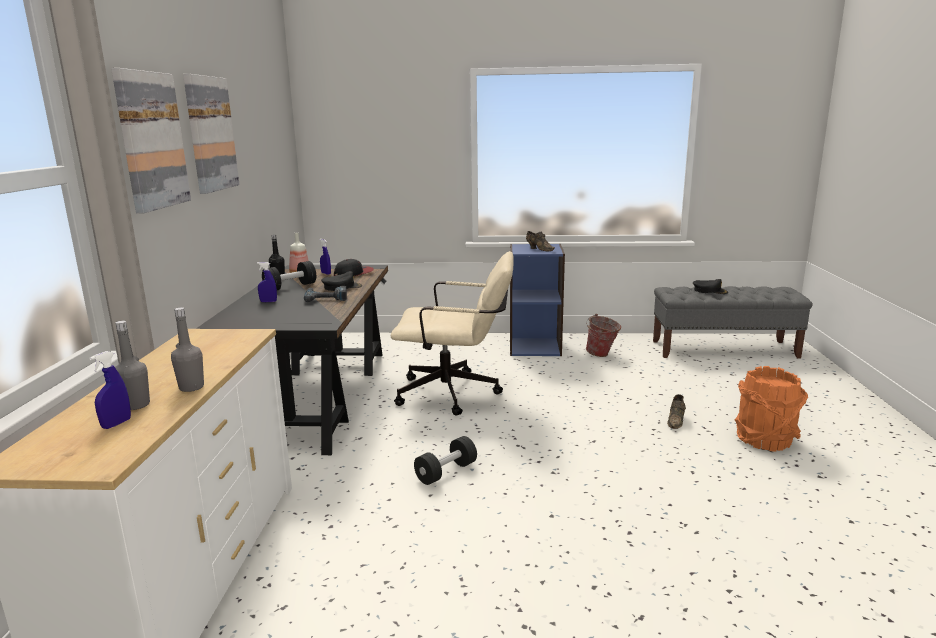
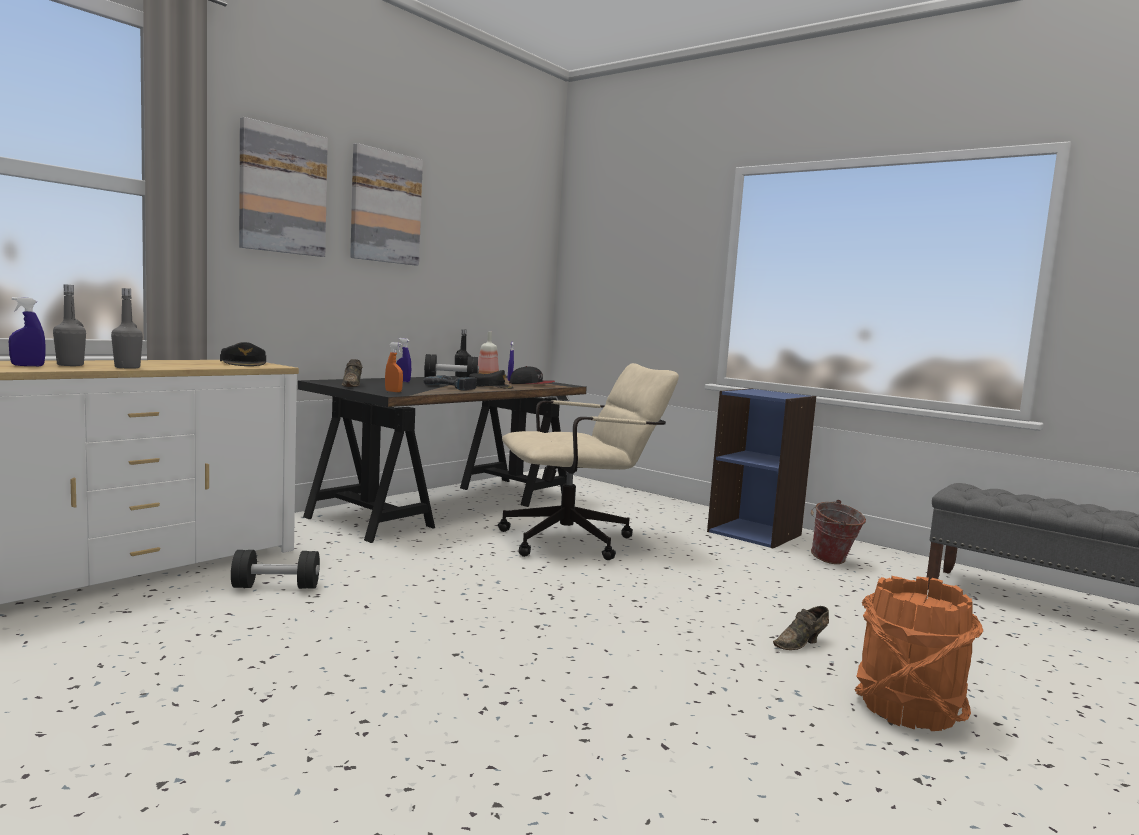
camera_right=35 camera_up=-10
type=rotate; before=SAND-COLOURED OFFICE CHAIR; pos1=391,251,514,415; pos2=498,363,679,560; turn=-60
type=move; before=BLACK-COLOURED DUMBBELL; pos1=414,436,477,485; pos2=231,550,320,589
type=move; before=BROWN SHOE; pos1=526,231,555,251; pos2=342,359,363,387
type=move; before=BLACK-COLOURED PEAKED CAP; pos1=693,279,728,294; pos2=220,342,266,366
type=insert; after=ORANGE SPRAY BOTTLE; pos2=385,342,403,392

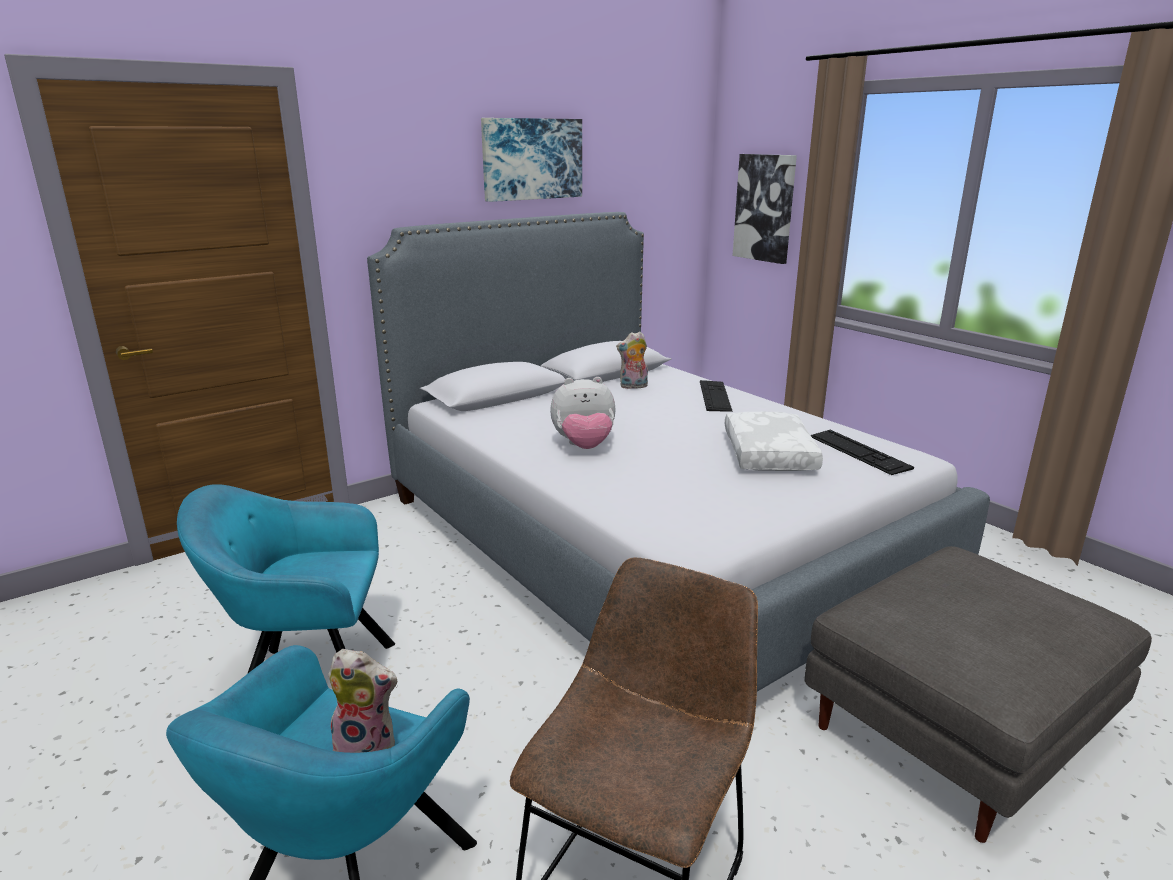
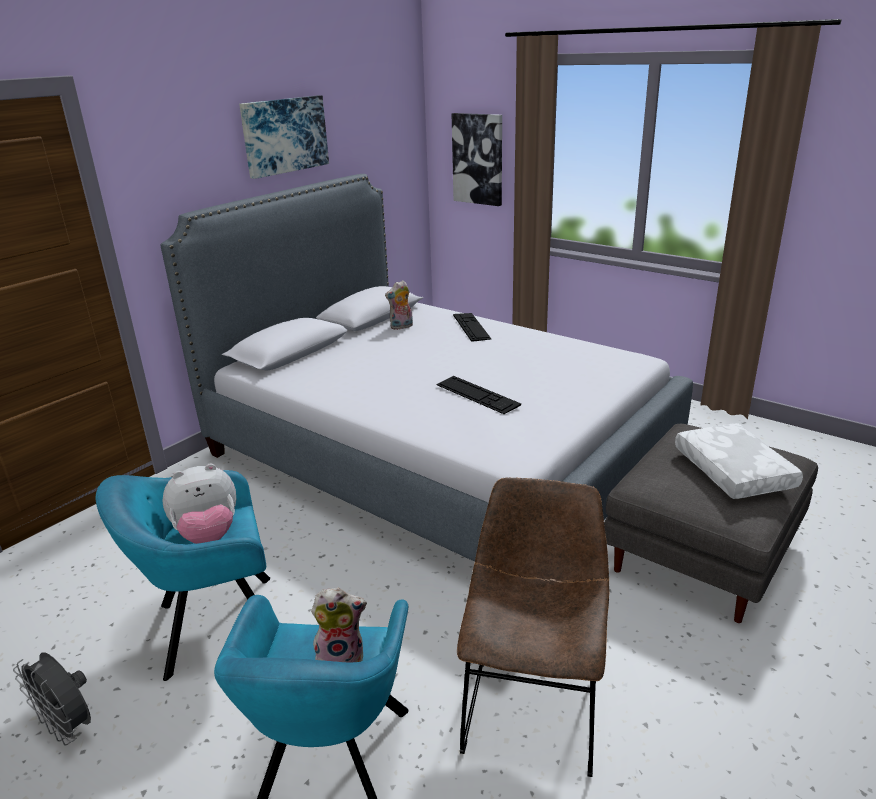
camera_right=-15 camera_up=5
type=move; before=SOFT TOY; pos1=550,377,616,449; pos2=162,463,236,544
type=move; before=WHITE THROW PILLOW; pos1=725,412,823,471; pos2=675,423,803,499
type=move; before=COMPUTER KEYBOARD; pos1=811,430,914,475; pos2=437,376,521,414
type=insert; after=GRAY ELECTRIC FAN; pos2=13,652,91,746

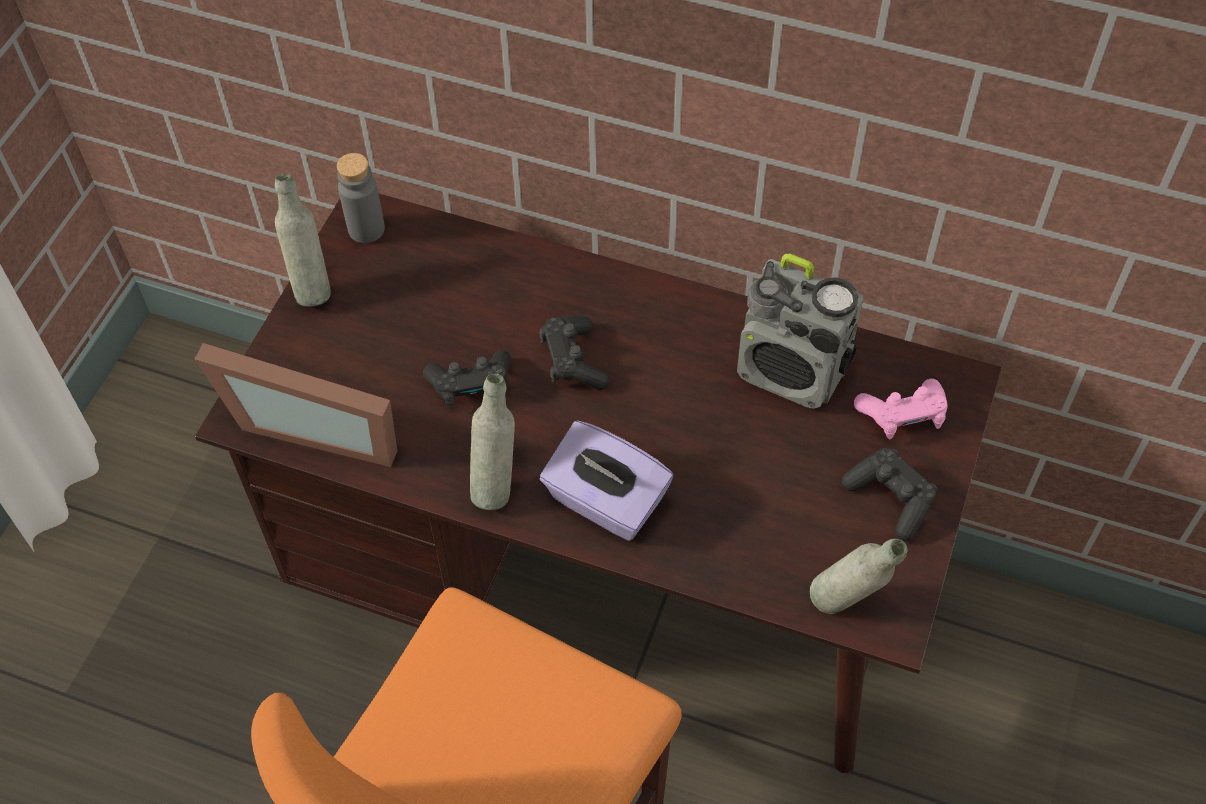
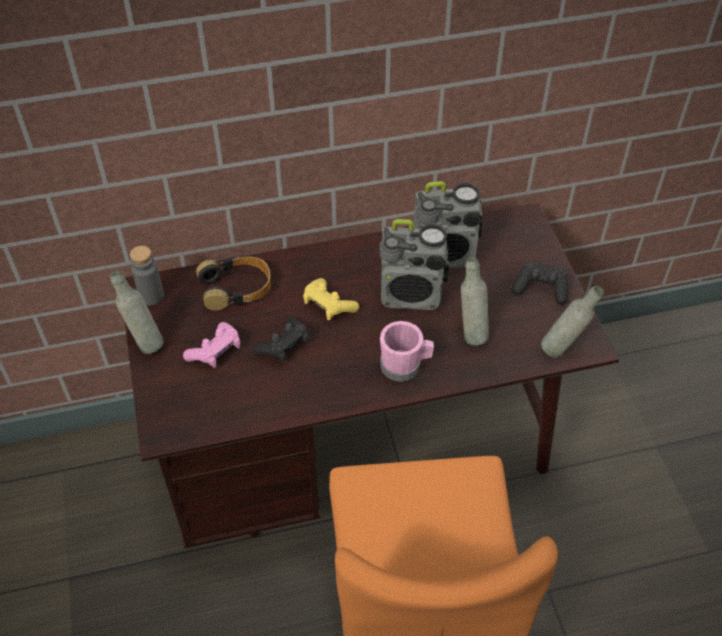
camera_right=-35 camera_up=-5
type=delete; before=PHOTO FRAME; pos1=195,343,397,467
type=move; before=GRAY BOTTLE; pos1=470,373,515,510; pos2=461,257,489,346
type=recolor; before=BLACK-COLOURED GAMEPAD; after=YELLOW-COLOURED GAMEPAD; pos1=539,316,609,390; pos2=303,278,359,320
type=replace; before=PURPLE BOX OF TISSUES; after=PINKISH TEA MUG; pos1=540,420,673,541; pos2=380,321,434,382
type=move; before=PINKISH GAMEPAD; pos1=854,379,948,439; pos2=183,322,240,368
type=insert; after=HEADPHONES; pos2=196,257,271,311
type=insert; after=RADIO; pos2=379,219,449,310

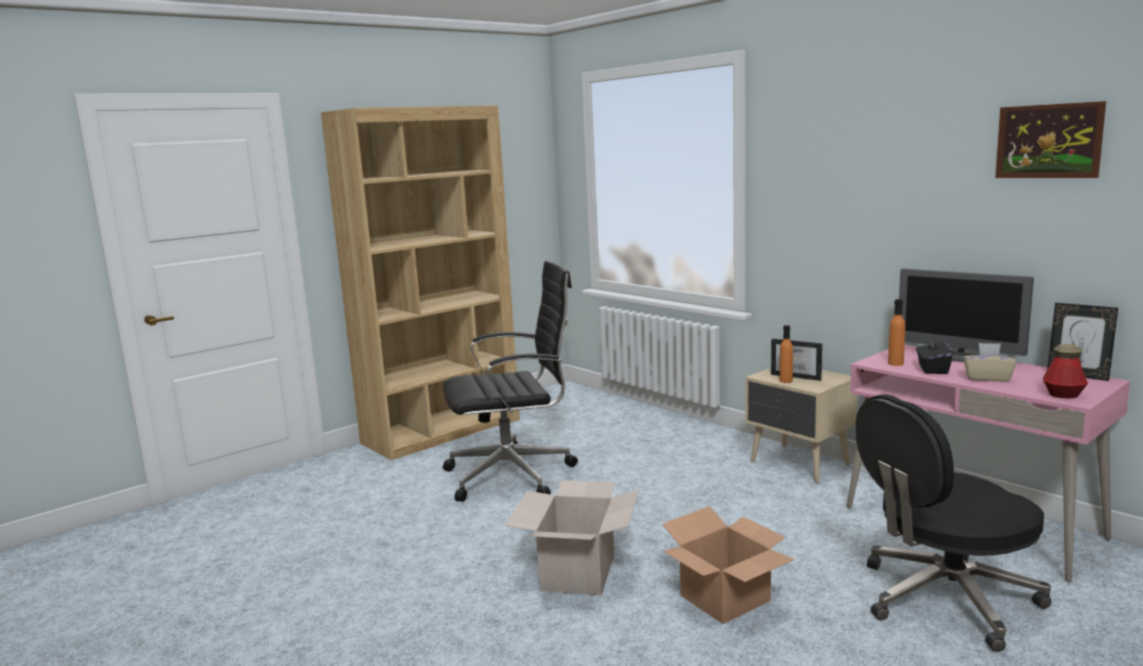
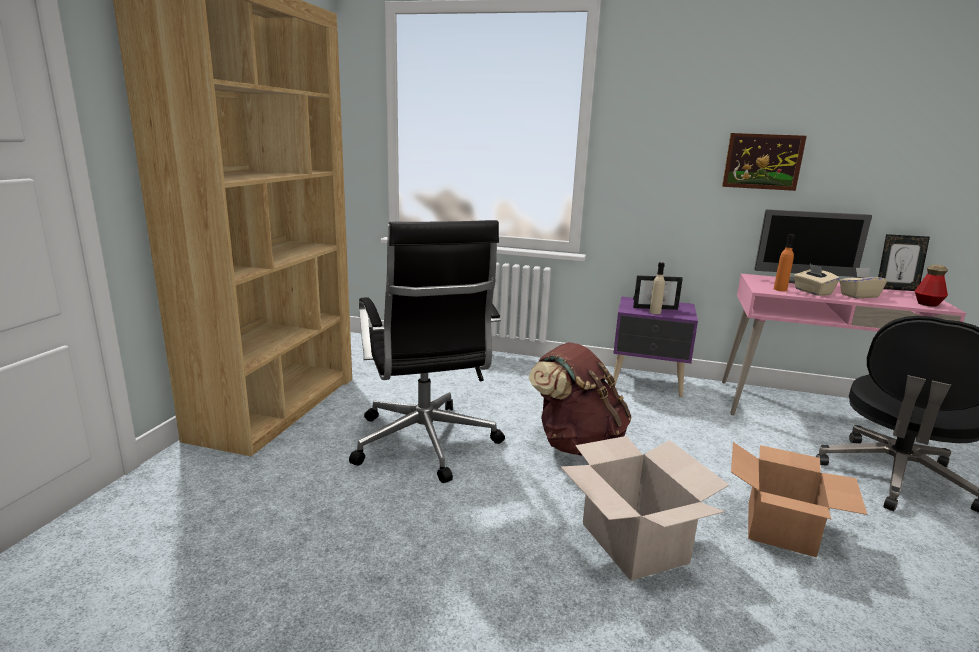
camera_right=-35 camera_up=5
type=rotate; before=BLACK-COLOURED OFFICE CHAIR; pos1=443,261,578,502; pos2=349,220,505,483; turn=120
type=recolor; before=SAND-COLOURED NIGHT TABLE; after=PURPLE NIGHT TABLE; pos1=745,368,857,483; pos2=613,297,698,397
type=recolor; before=ORANGE BOTTLE; after=SAND-COLOURED BOTTLE; pos1=780,325,793,383; pos2=649,262,665,314
type=recolor; before=BLACK-COLOURED BOX OF TISSUES; after=SAND-COLOURED BOX OF TISSUES; pos1=916,339,952,374; pos2=794,264,840,296
type=move; before=WALL PICTURE; pos1=995,101,1106,178; pos2=722,133,807,191
type=insert; after=BROWN KNAPSACK; pos2=529,342,631,456

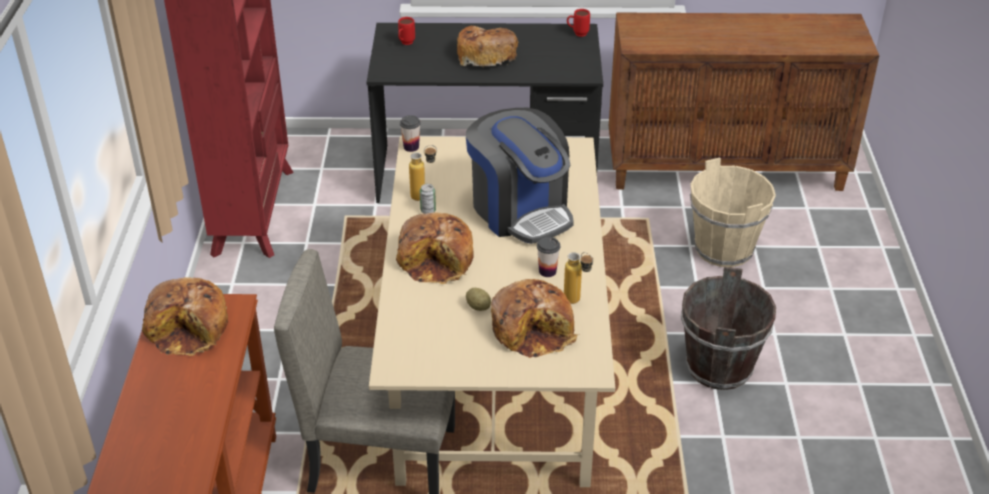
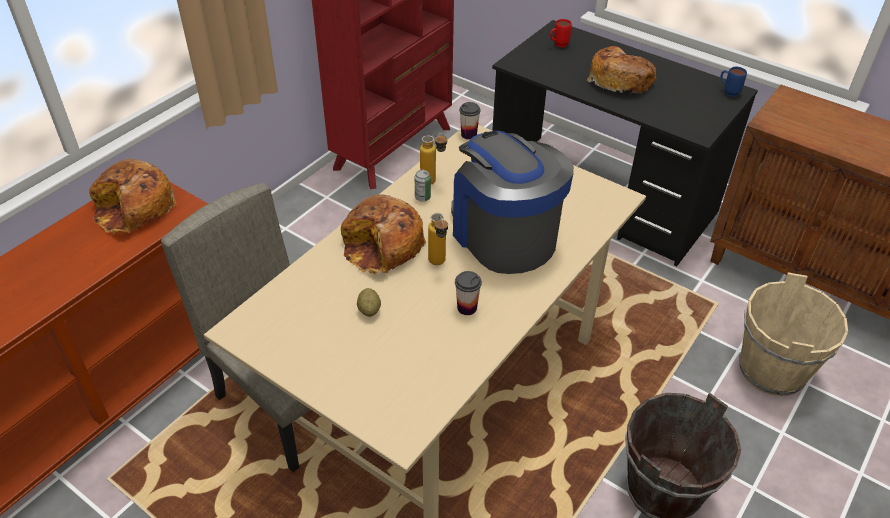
camera_right=35 camera_up=5
type=rotate; before=COFFEE MACHINE; pos1=466,108,574,244; pos2=451,131,574,274; turn=150
type=delete; before=BAKERY BREAD; pos1=491,279,578,358
type=move; before=BOTTLE; pos1=564,252,593,304; pos2=428,213,448,265
type=recolor; before=RED TEA MUG; after=BLUE TEA MUG; pos1=567,9,590,37; pos2=721,67,747,97

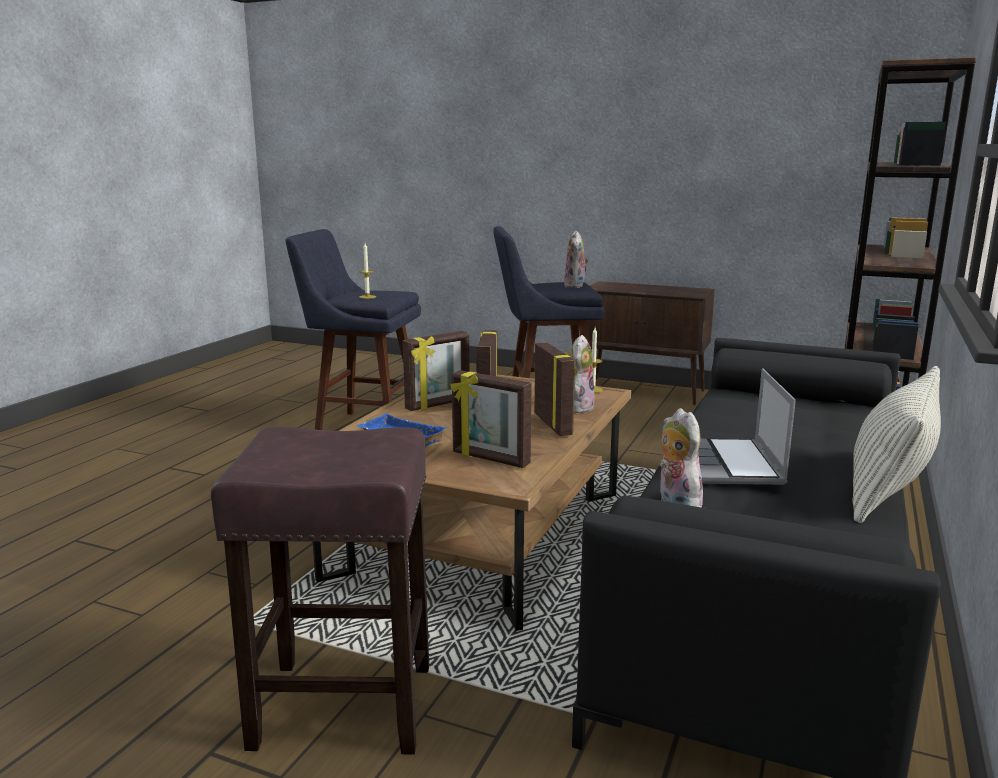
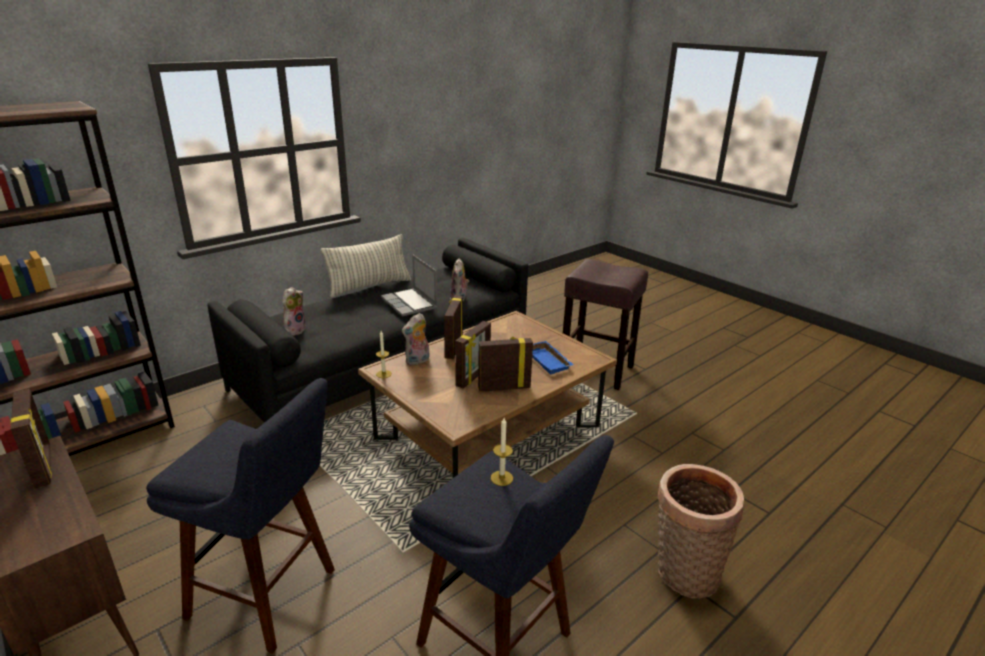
camera_right=-155 camera_up=10
type=move; before=PHOTO FRAME; pos1=450,370,532,468; pos2=11,389,52,489
type=move; before=SOFT TOY; pos1=564,231,589,288; pos2=282,287,306,336
type=rotate; before=NOTEBOOK COMPUTER; pos1=699,368,796,485; pos2=381,254,437,316; turn=120
type=insert; after=HOUSEHOLD BASKET; pos2=658,464,744,599

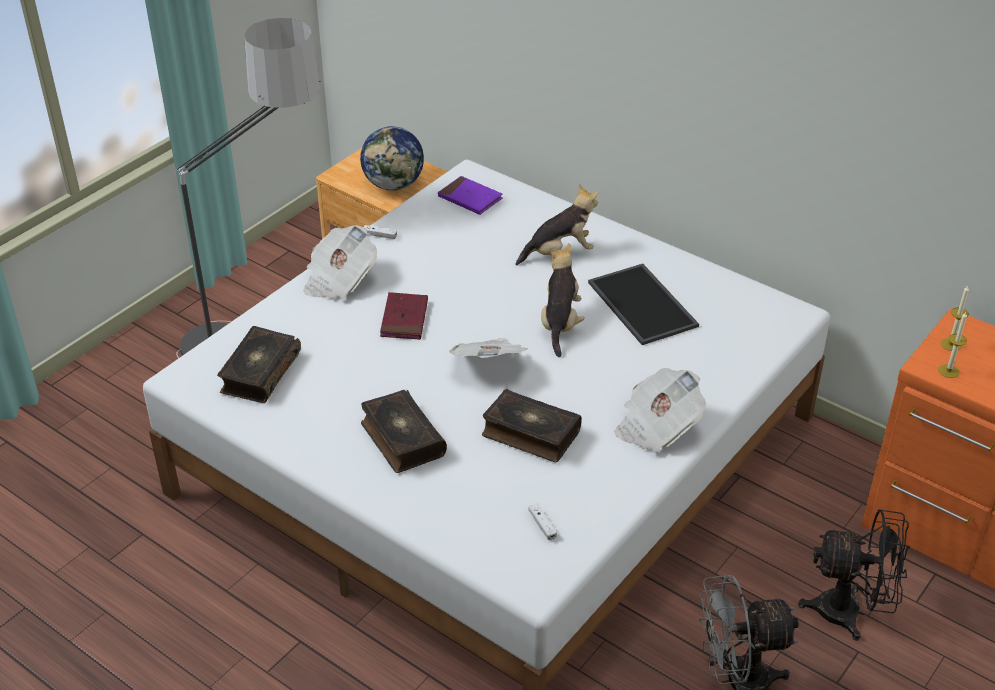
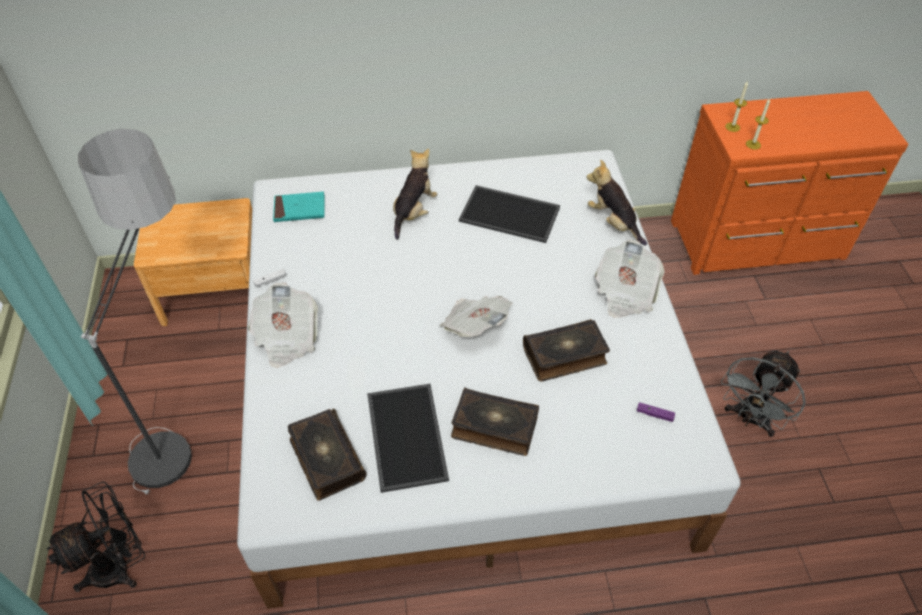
camera_right=-45 camera_up=10
type=delete; before=GLOBE; pos1=360,126,424,191
type=delete; before=RED VOLUME; pos1=380,292,428,340
type=recolor; before=PURPLE VOLUME; after=BLUE-GREEN VOLUME; pos1=438,176,503,215; pos2=273,192,325,222
type=recolor; before=WHITE GAMEPAD; after=PURPLE GAMEPAD; pos1=528,504,557,540; pos2=637,402,675,422
type=move; before=SOFT TOY; pos1=541,243,585,357; pos2=587,160,647,246
type=move; before=BLACK-COLOURED ELECTRIC FAN; pos1=798,509,910,641; pos2=47,481,145,592
type=insert; after=TRAY; pos2=367,384,449,493

